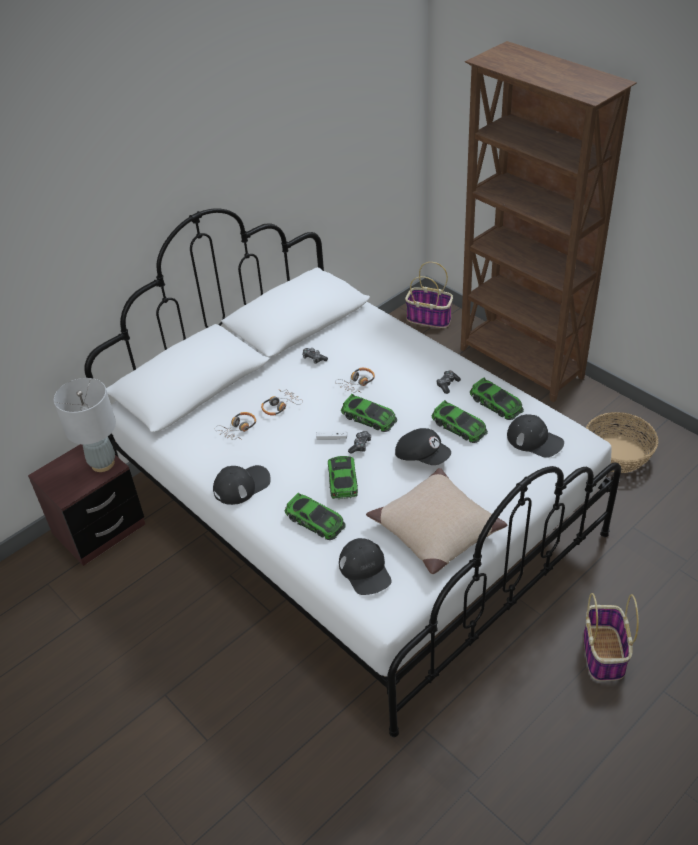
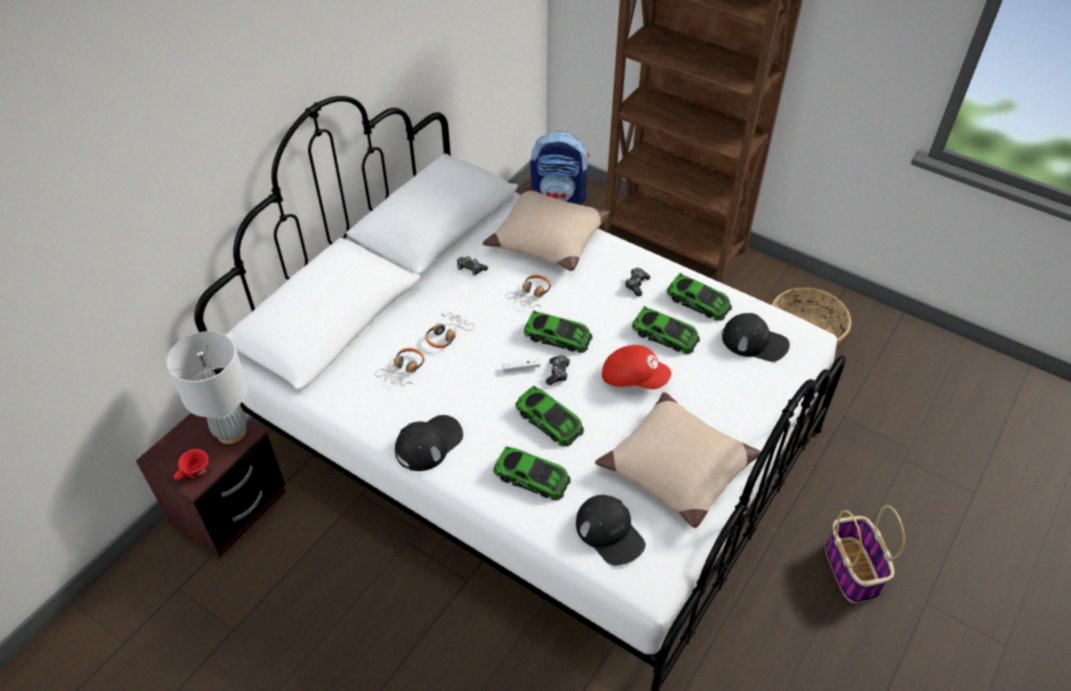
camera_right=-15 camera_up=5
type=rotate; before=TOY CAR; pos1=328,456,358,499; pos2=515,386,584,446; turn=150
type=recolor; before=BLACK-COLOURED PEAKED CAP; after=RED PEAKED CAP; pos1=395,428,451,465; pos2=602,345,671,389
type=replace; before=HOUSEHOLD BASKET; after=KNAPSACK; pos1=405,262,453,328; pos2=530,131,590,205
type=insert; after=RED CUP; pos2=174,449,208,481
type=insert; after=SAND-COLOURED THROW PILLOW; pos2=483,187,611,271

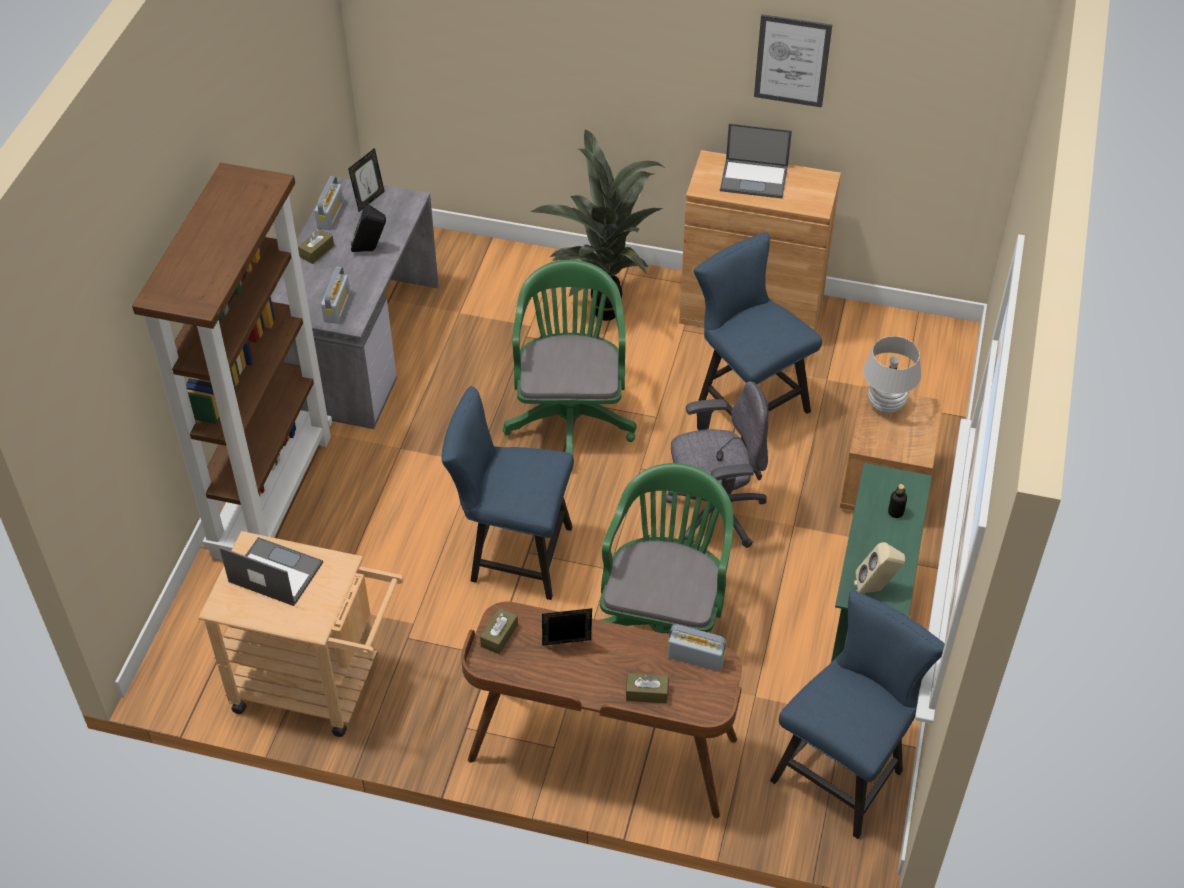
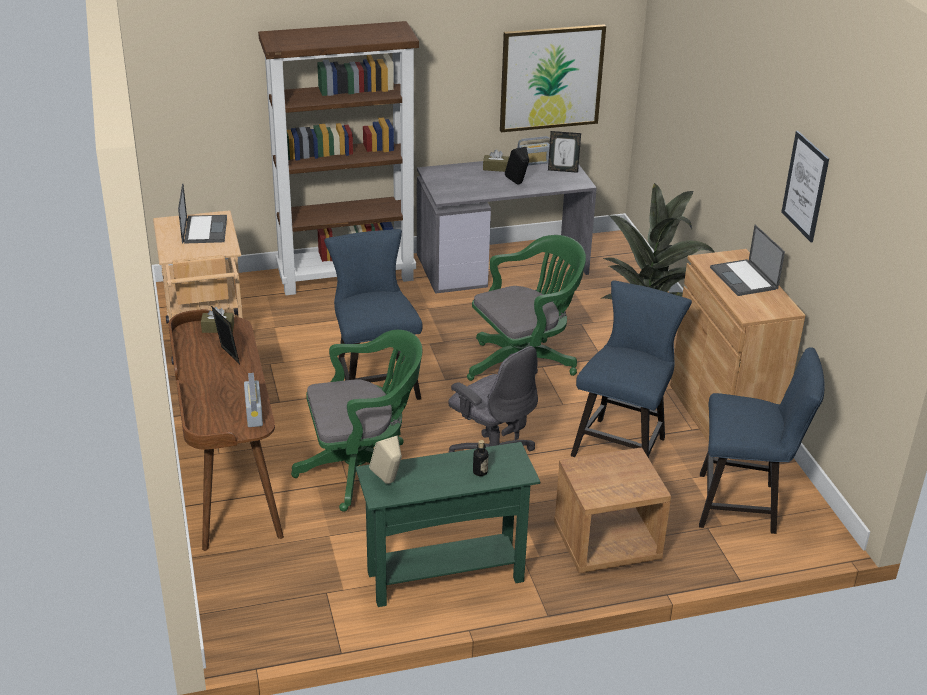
camera_right=60 camera_up=-15
type=delete; before=RADIO; pos1=321,267,350,324
type=delete; before=BROWN BOX OF TISSUES; pos1=626,673,669,703
type=move; before=BLUE UPRIGHT CHAIR; pos1=770,590,945,839; pos2=699,347,825,534
type=delete; before=WHITE TABLE LAMP; pos1=863,336,921,414
type=insert; after=WALL PICTURE; pos2=500,24,606,132

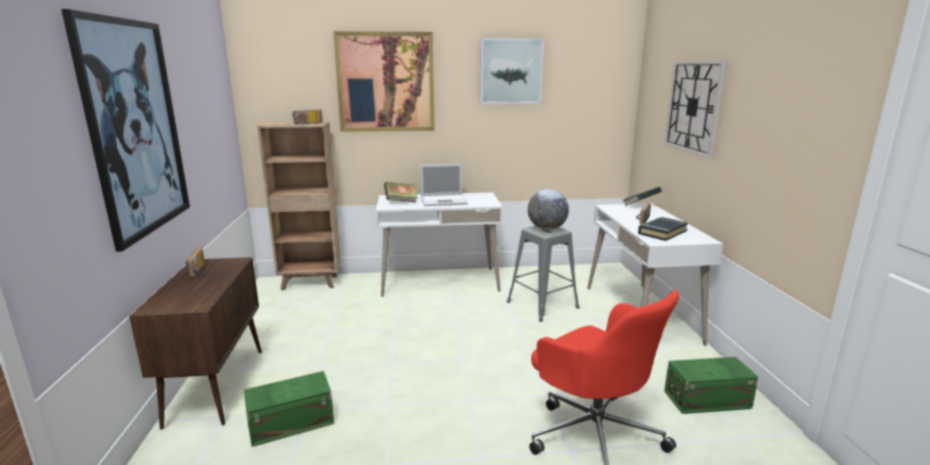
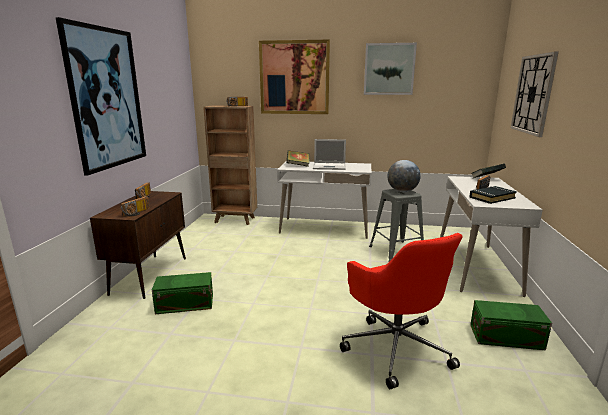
camera_right=15 camera_up=0
type=insert; after=RADIO; pos2=121,196,150,217

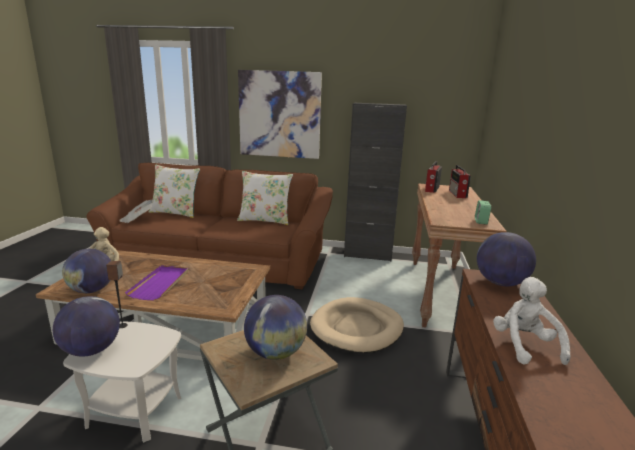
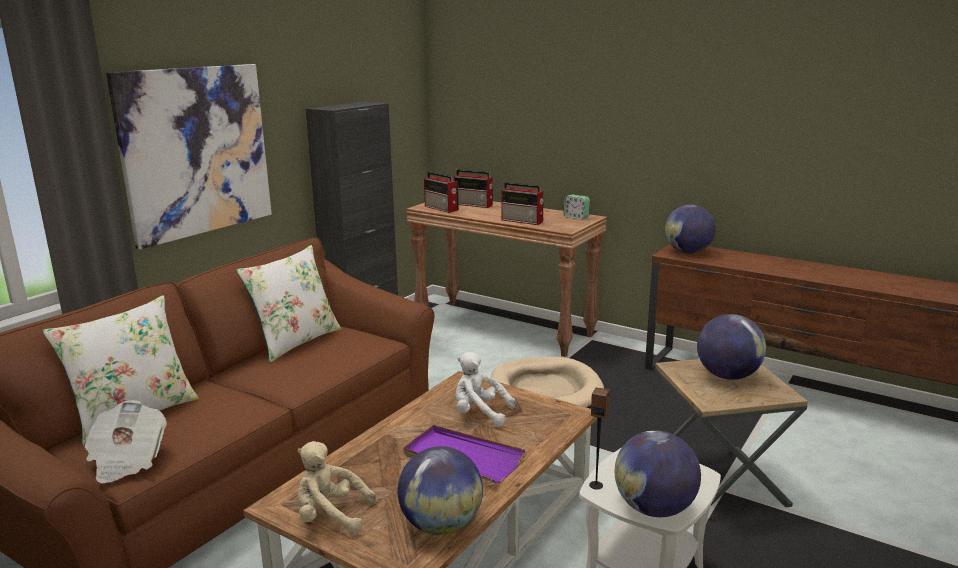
camera_right=-65 camera_up=0
type=move; before=WHITE SOFT TOY; pos1=493,277,571,365; pos2=455,352,515,426
type=insert; after=RADIO; pos2=501,182,544,225

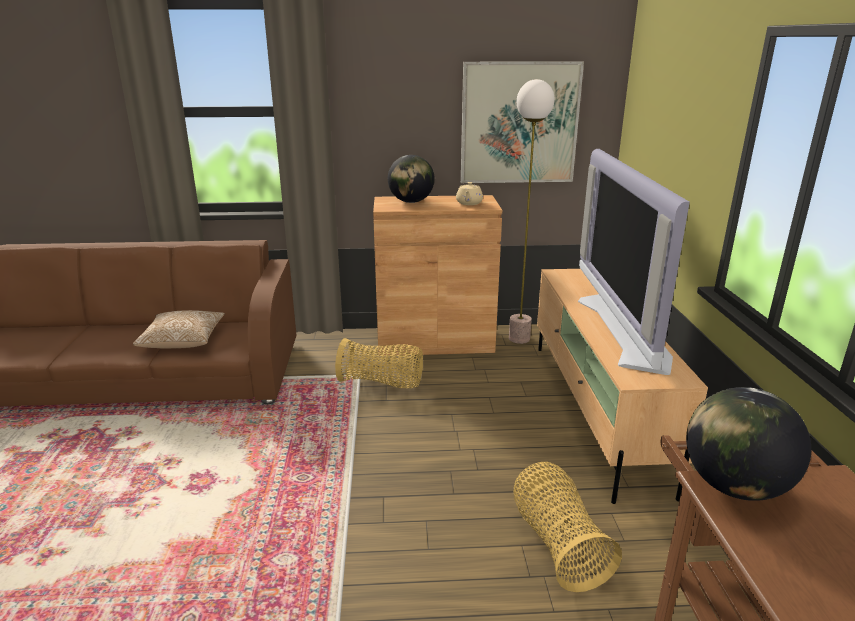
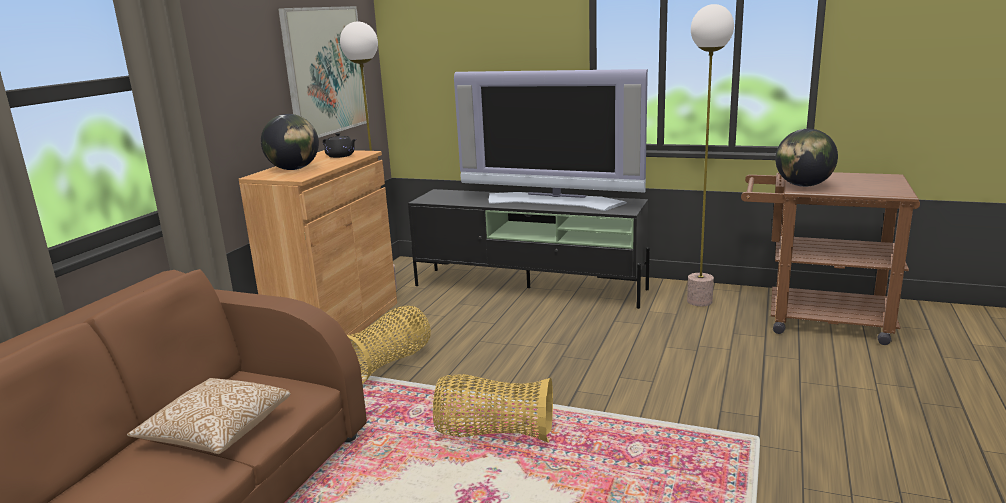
camera_right=-65 camera_up=-5
type=recolor; before=SAND-COLOURED POT FOR TEA; after=BLACK-COLOURED POT FOR TEA; pos1=456,182,483,205; pos2=323,133,357,158
type=move; before=HOUSEHOLD BASKET; pos1=514,462,622,592; pos2=433,374,553,443
type=recolor; before=SAND-COLOURED MEDIA CONSOLE; after=BLACK-COLOURED MEDIA CONSOLE; pos1=537,269,708,504; pos2=408,189,650,309
type=insert; after=STANDARD LAMP; pos2=687,4,734,306

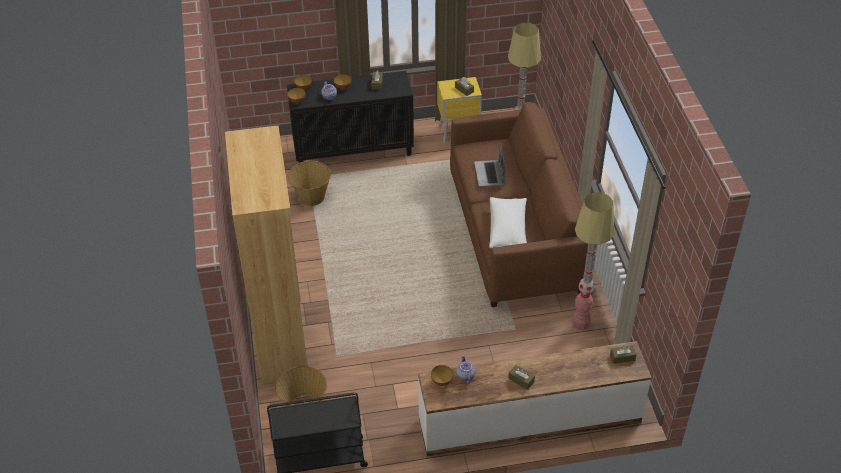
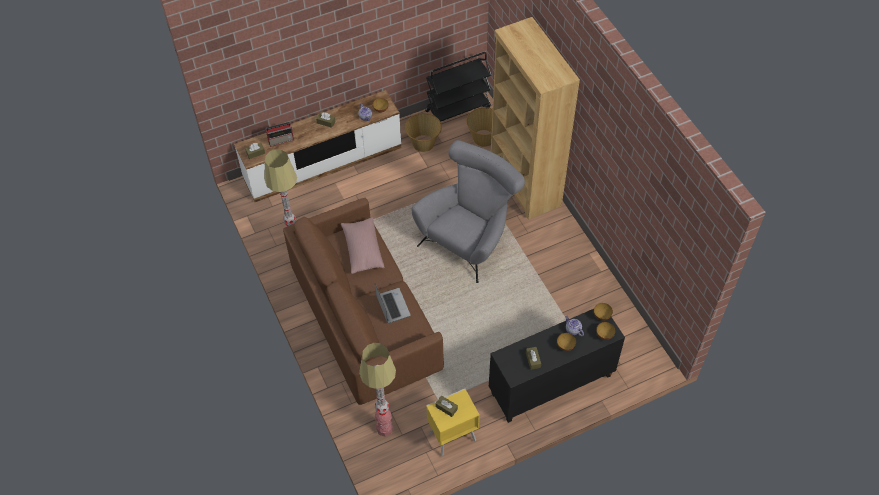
camera_right=165 camera_up=10
type=move; before=HOUSEHOLD BASKET; pos1=288,161,331,206; pos2=405,113,442,152
type=recolor; before=WHITE THROW PILLOW; after=PINKISH THROW PILLOW; pos1=489,197,527,248; pos2=341,217,385,274
type=insert; after=RADIO; pos2=266,122,294,147
type=insert; after=GRAY LOUNGE CHAIR; pos2=411,140,525,283

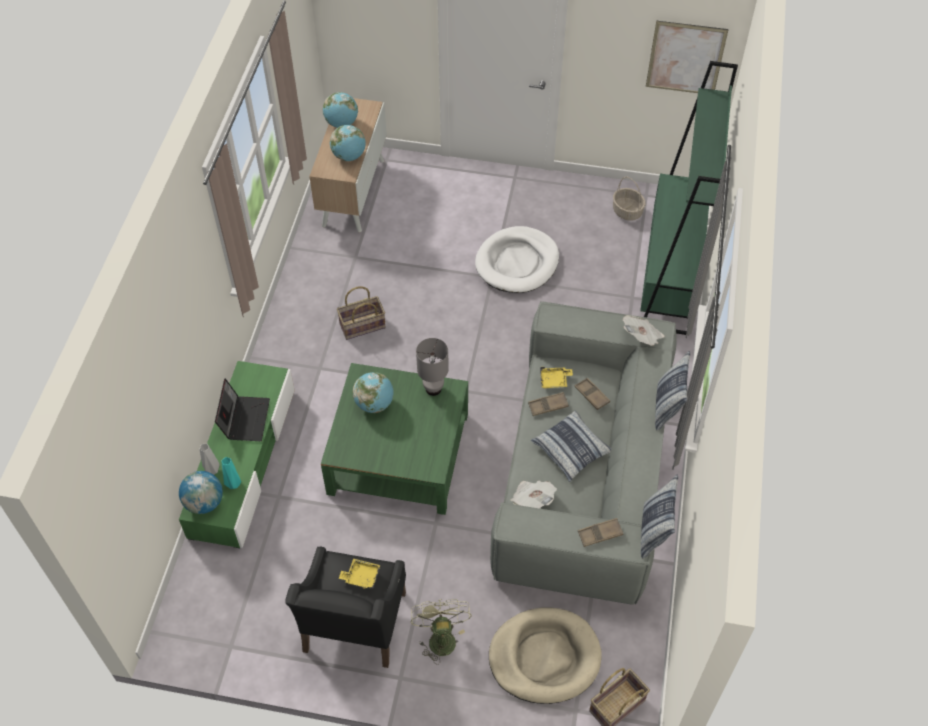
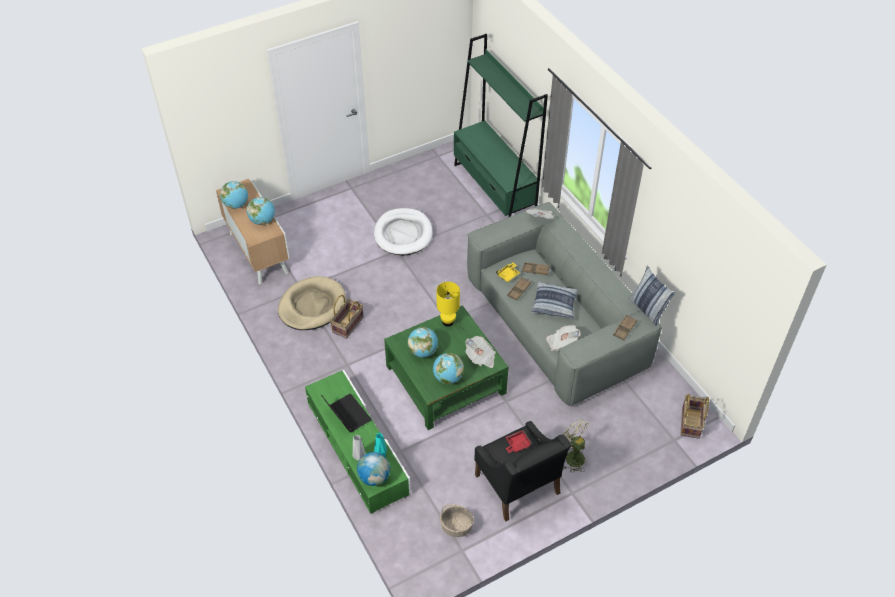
camera_right=-40 camera_up=-5
type=recolor; before=YELLOW-COLOURED TRAY; after=RED TRAY; pos1=339,558,380,589; pos2=505,430,533,453
type=recolor; before=GRAY TABLE LAMP; after=YELLOW-COLOURED TABLE LAMP; pos1=416,338,448,396; pos2=436,282,460,327
type=move; before=SAND-COLOURED DOG BED; pos1=489,608,601,704; pos2=278,276,346,330
type=move; before=HOUSEHOLD BASKET; pos1=613,176,645,221; pos2=440,504,474,537
type=delete; before=WALL PICTURE; pos1=646,21,728,93
type=delete; before=THROW PILLOW; pos1=655,351,690,430
type=insert; after=GLOBE; pos2=433,353,464,384
type=insert; after=DAILY PAPER; pos2=465,336,496,368

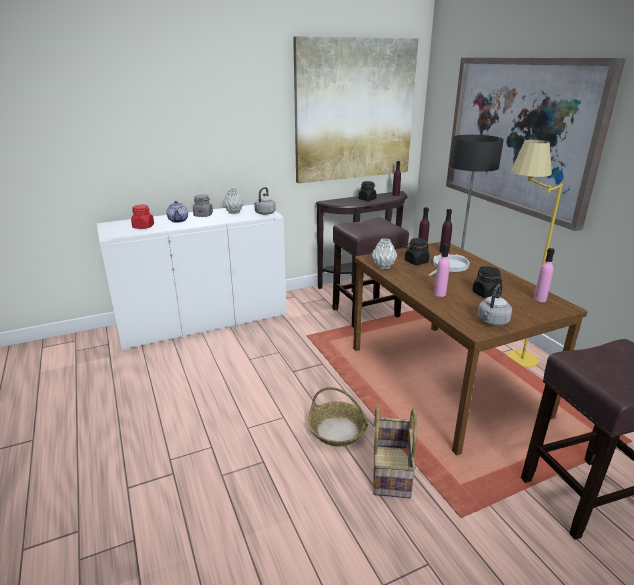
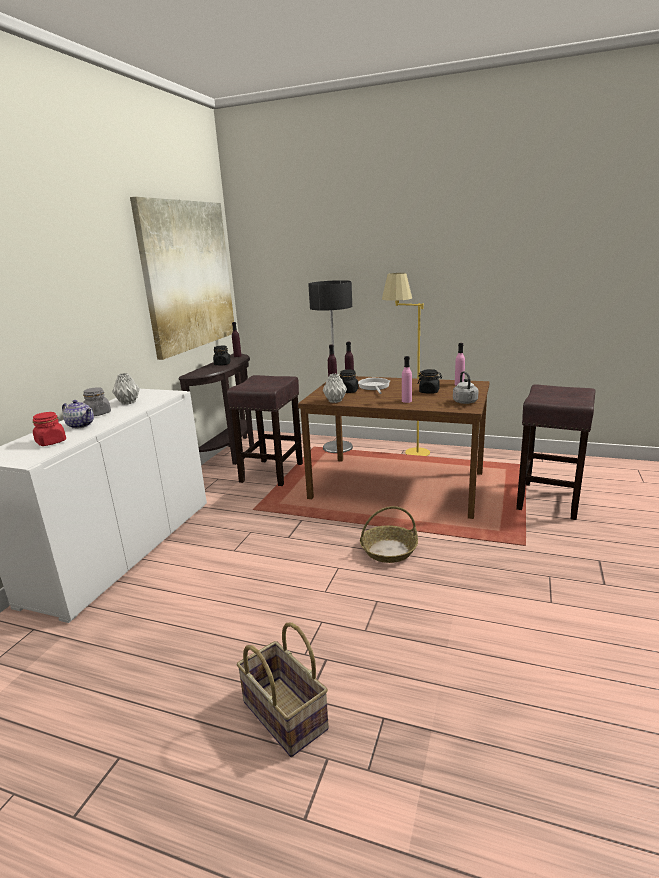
camera_right=-45 camera_up=-5
type=delete; before=GRAY KETTLE; pos1=254,187,276,215
type=move; before=HOUSEHOLD BASKET; pos1=373,406,417,498; pos2=237,622,329,757
type=delete; before=WALL PICTURE; pos1=446,58,626,231

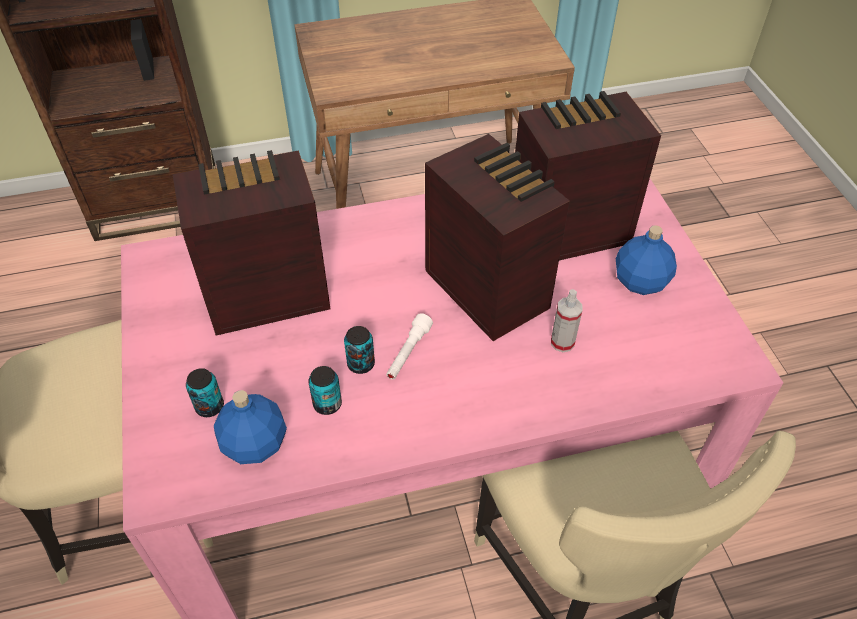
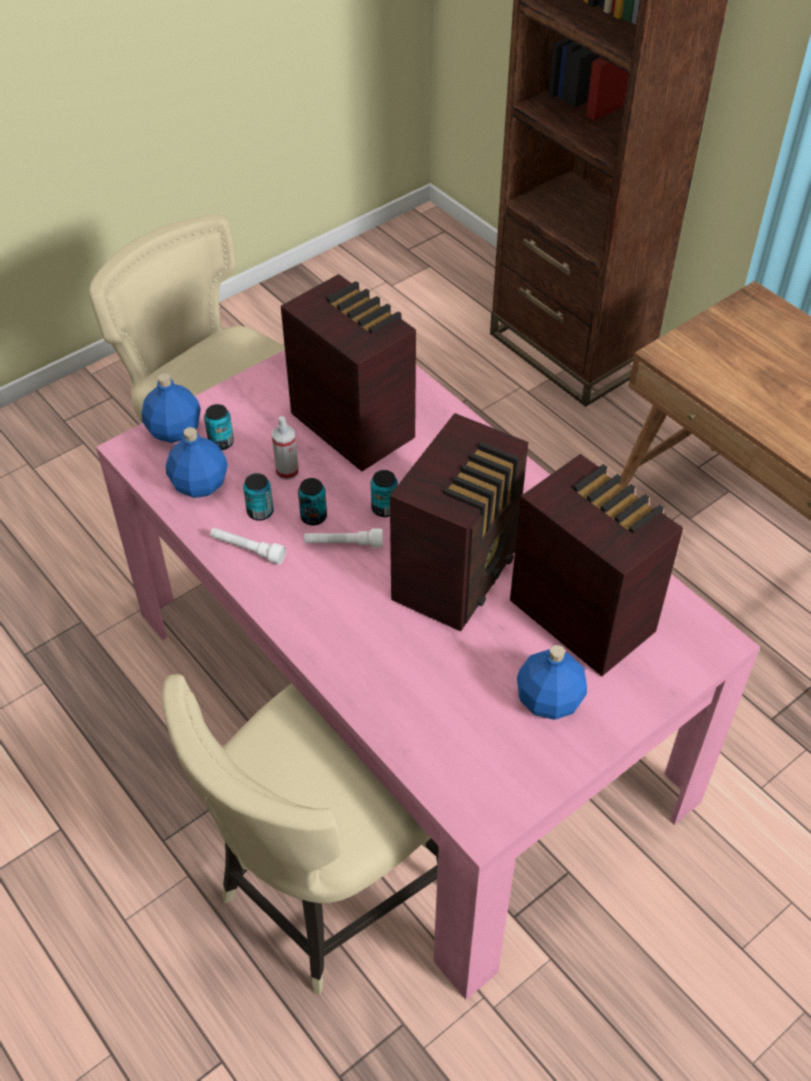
camera_right=65 camera_up=0
type=move; before=SPRAY BOTTLE; pos1=551,289,582,352; pos2=272,416,299,480
type=insert; after=BLUE BOTTLE; pos2=142,373,201,443
type=insert; after=WHITE HAND TORCH; pos2=210,528,286,564
type=insert; after=CAN; pos2=371,470,398,517

